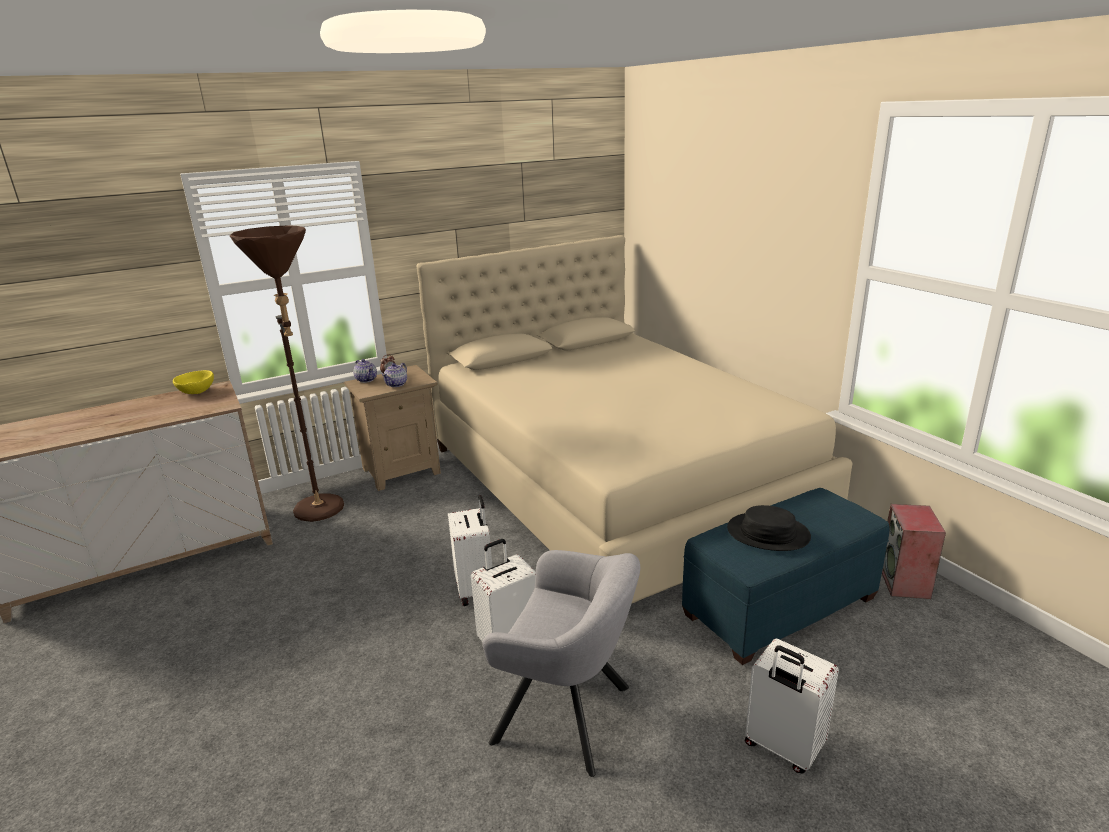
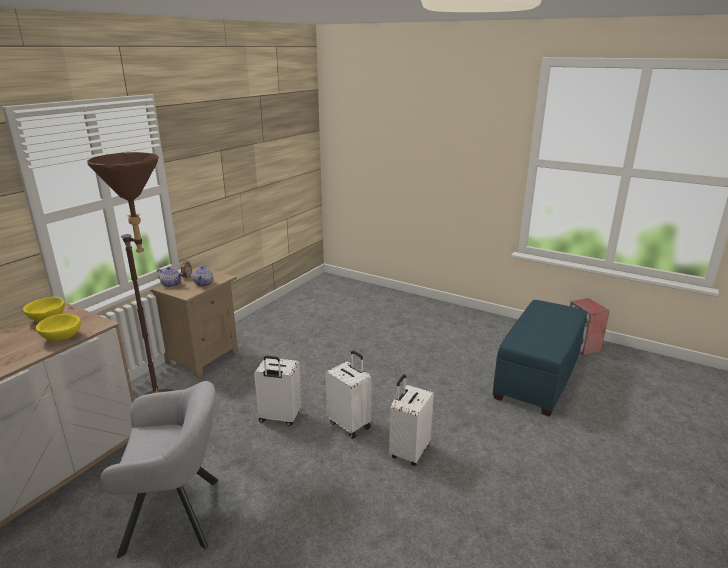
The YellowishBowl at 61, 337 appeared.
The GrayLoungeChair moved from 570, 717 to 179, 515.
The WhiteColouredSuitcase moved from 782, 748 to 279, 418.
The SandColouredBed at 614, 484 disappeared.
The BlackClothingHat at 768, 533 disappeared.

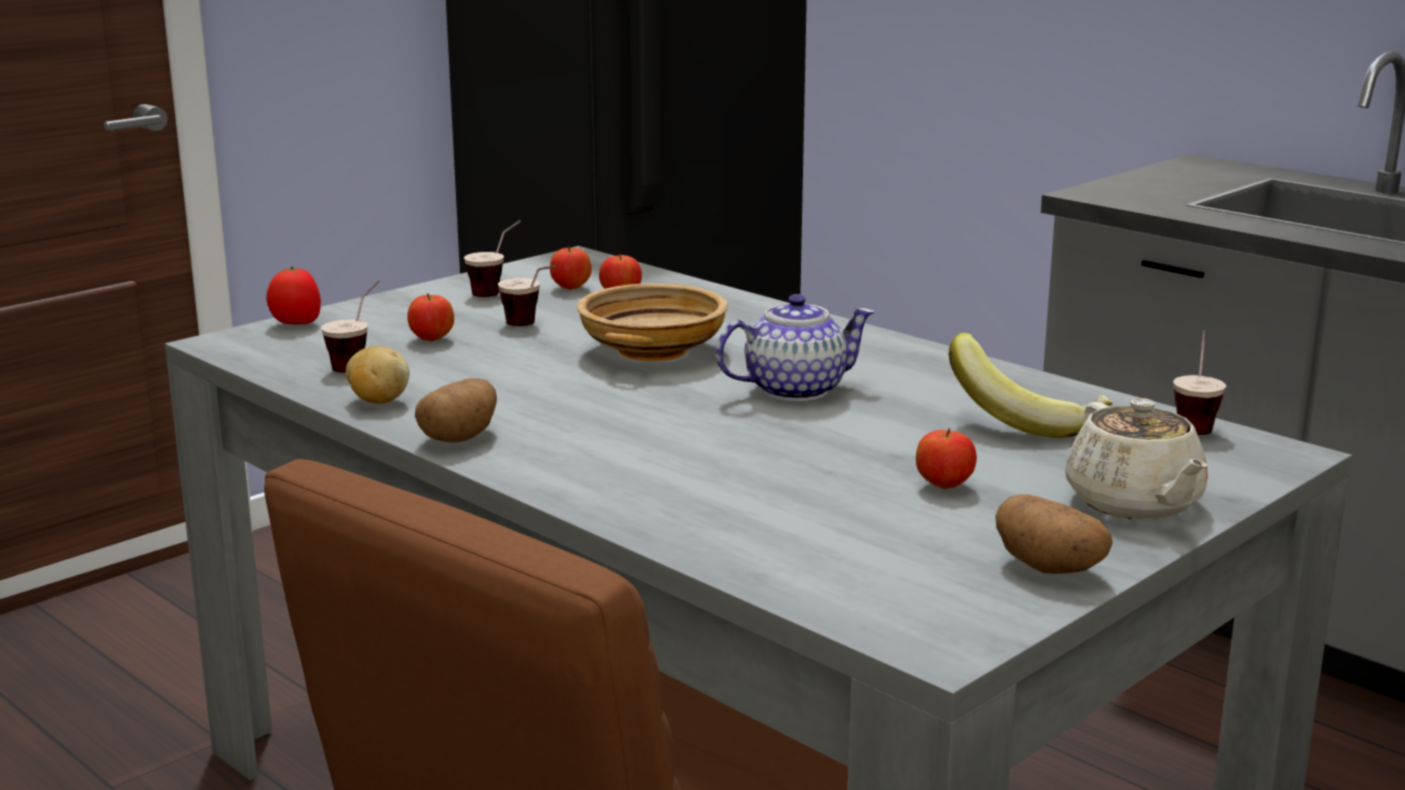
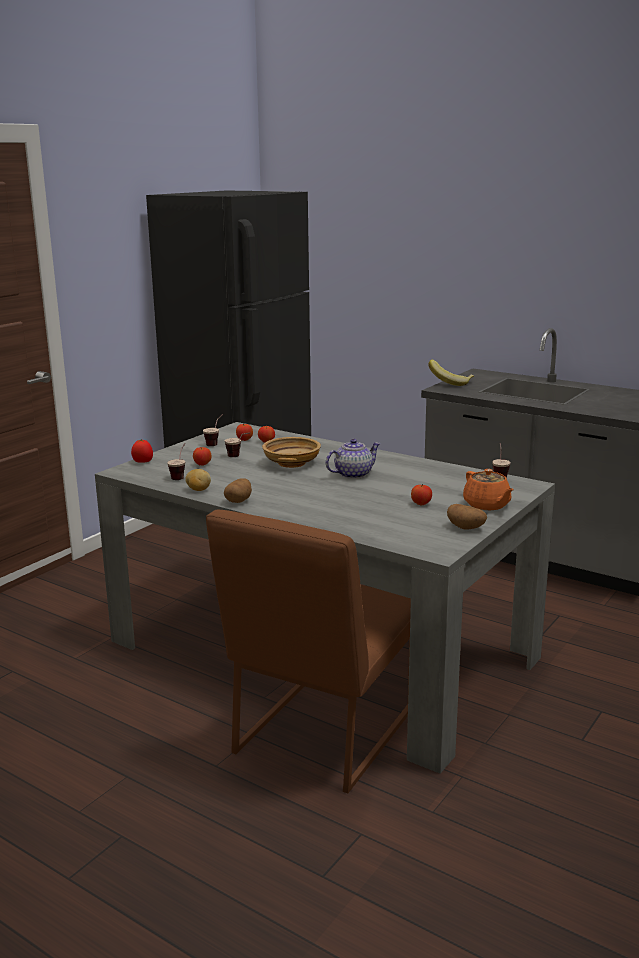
The Banana moved from 1027, 421 to 451, 383.
The SandColouredPotForTea at 1134, 504 became the OrangeColouredPotForTea at 487, 505.

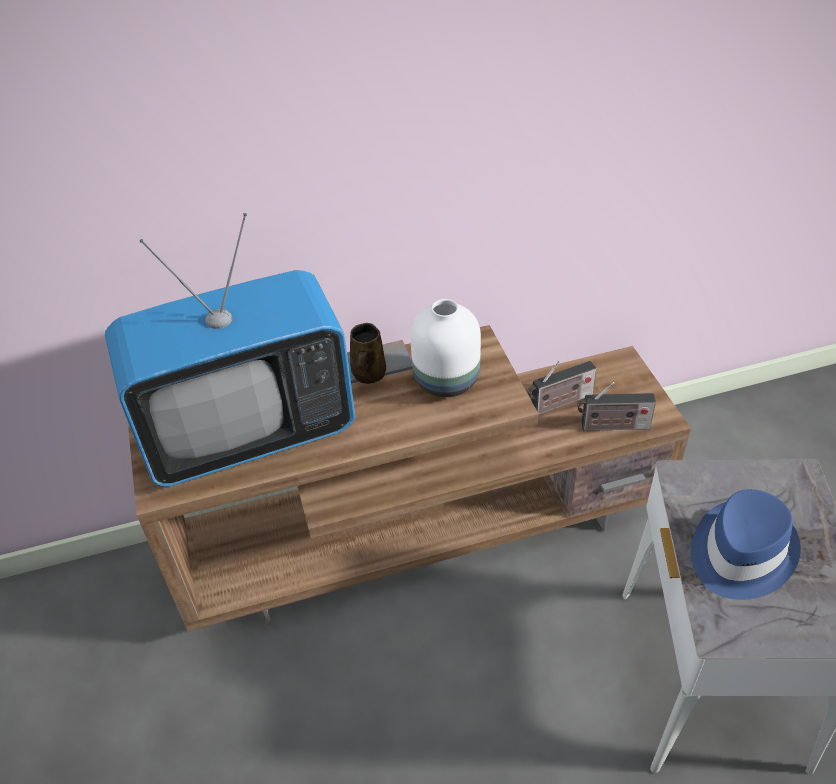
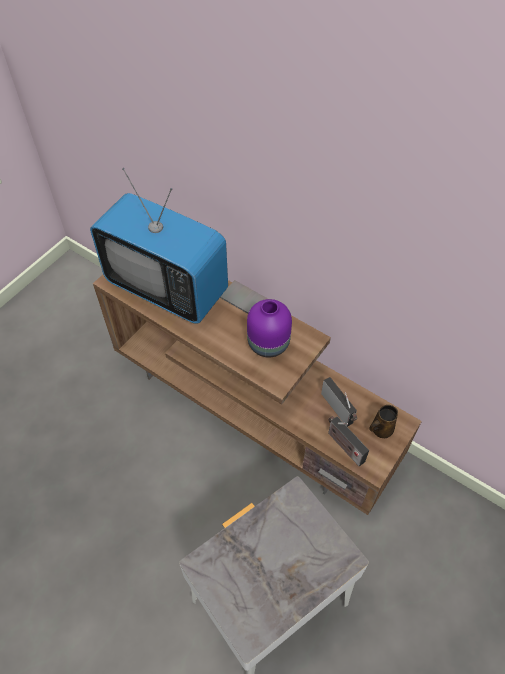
The WhiteColouredDecorativeVase at 446, 381 became the PurplishDecorativeVase at 267, 344.
The Radio at 559, 403 turned 150 degrees counterclockwise.
The BrownishTeaMug moved from 368, 375 to 380, 430.
The BluishClothingHat at 740, 552 disappeared.

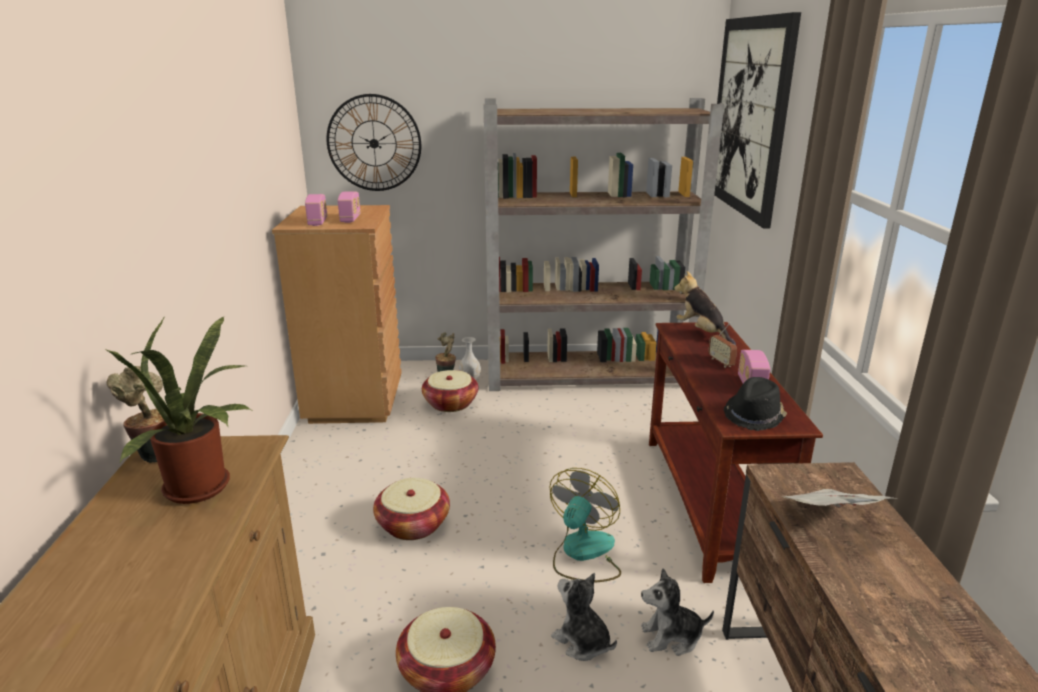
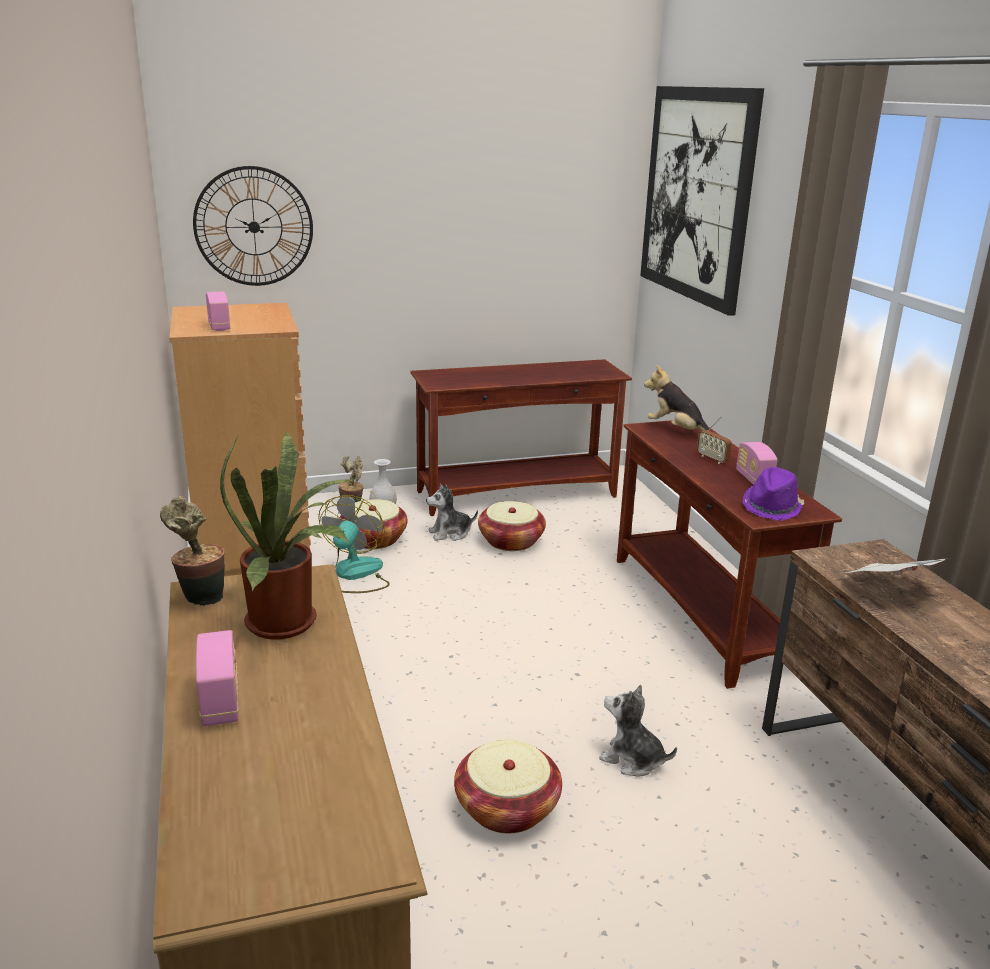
The Radio moved from 350, 219 to 220, 701.
The Fan moved from 583, 554 to 354, 575.
The BrownishBookshelf at 587, 374 was replaced by the BrownishNarrowTable at 517, 493.
The CuddlyToy moved from 671, 637 to 450, 533.
The HouseholdBasket moved from 413, 524 to 511, 541.
The BlackClothingHat at 754, 416 became the PurplishClothingHat at 772, 507.

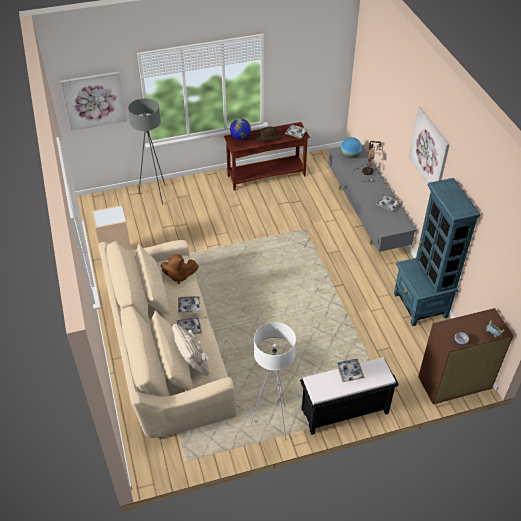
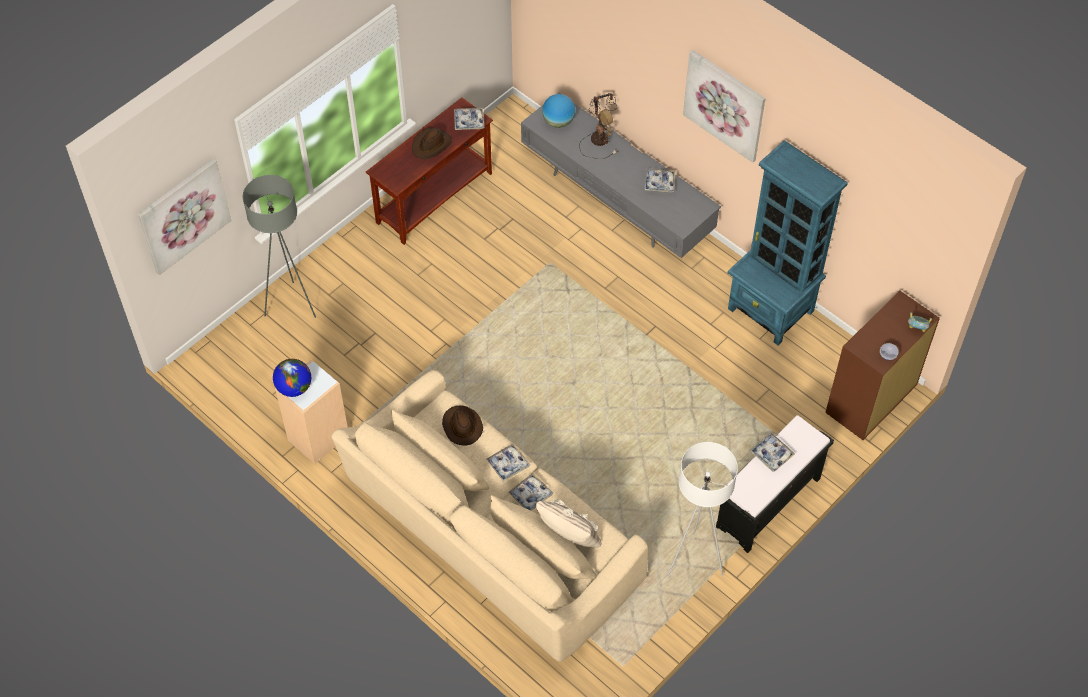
The DeskGlobe moved from 240, 137 to 294, 387.
The BrownishCuddlyToy at 179, 276 was replaced by the BrownishClothingHat at 461, 426.

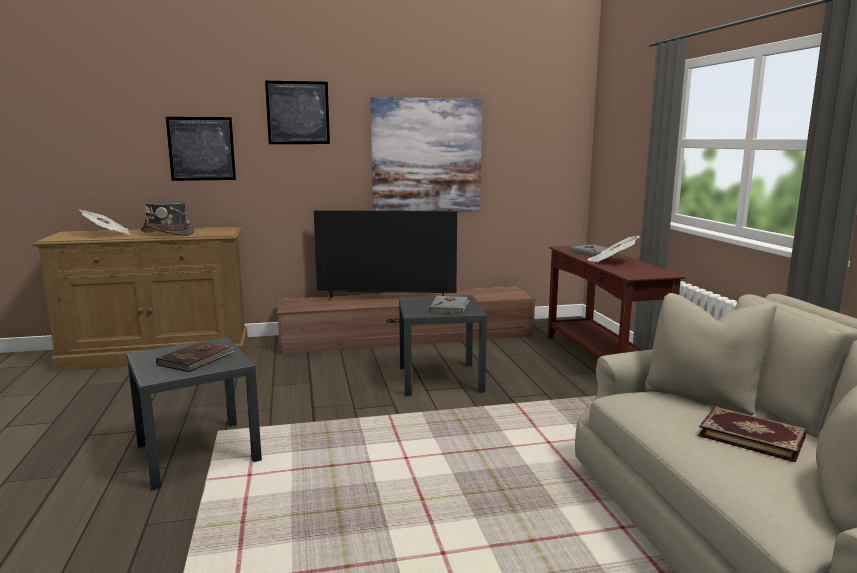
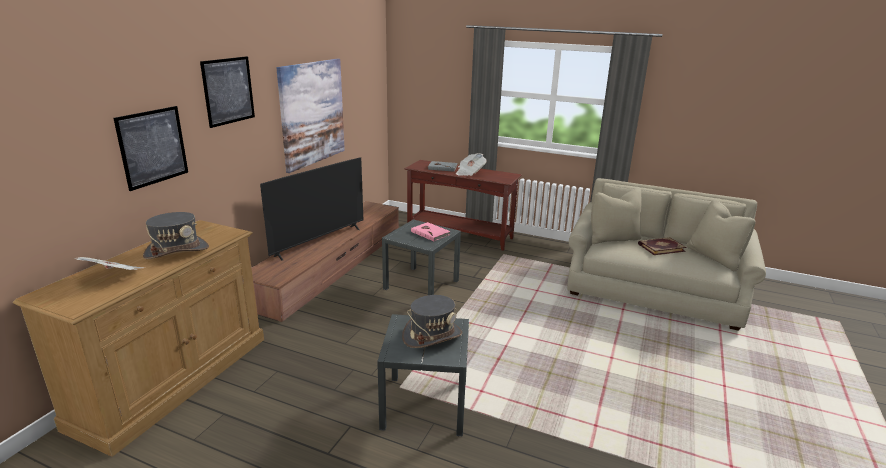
The BrownishBoundBook at 197, 359 was replaced by the GrayClothingHat at 432, 335.
The GrayBoundBook at 450, 307 became the PinkColouredBoundBook at 430, 233.

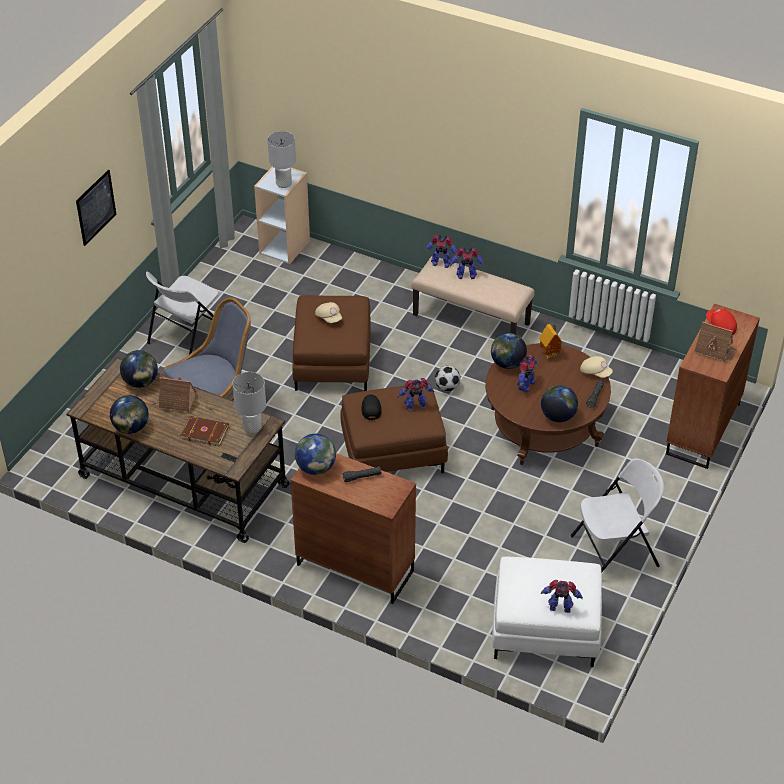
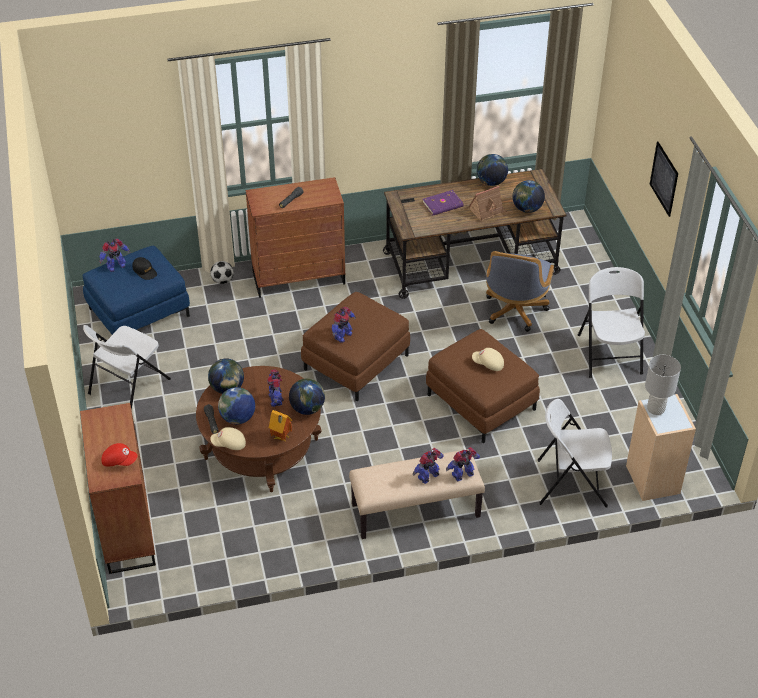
The WhiteColouredFootrest at 545, 629 became the BluishFootrest at 139, 312.
The BlackCap moved from 371, 408 to 145, 271.
The BallForFootball moved from 447, 387 to 222, 281.
The DeskGlobe moved from 316, 468 to 238, 418.
The BrownishBoundBook at 204, 432 became the PurplishBoundBook at 443, 205.
The WhiteColouredUprightChair at 571, 483 appeared.
The GrayTabletopLamp at 252, 429 disappeared.
The ModelHouse at 715, 350 disappeared.

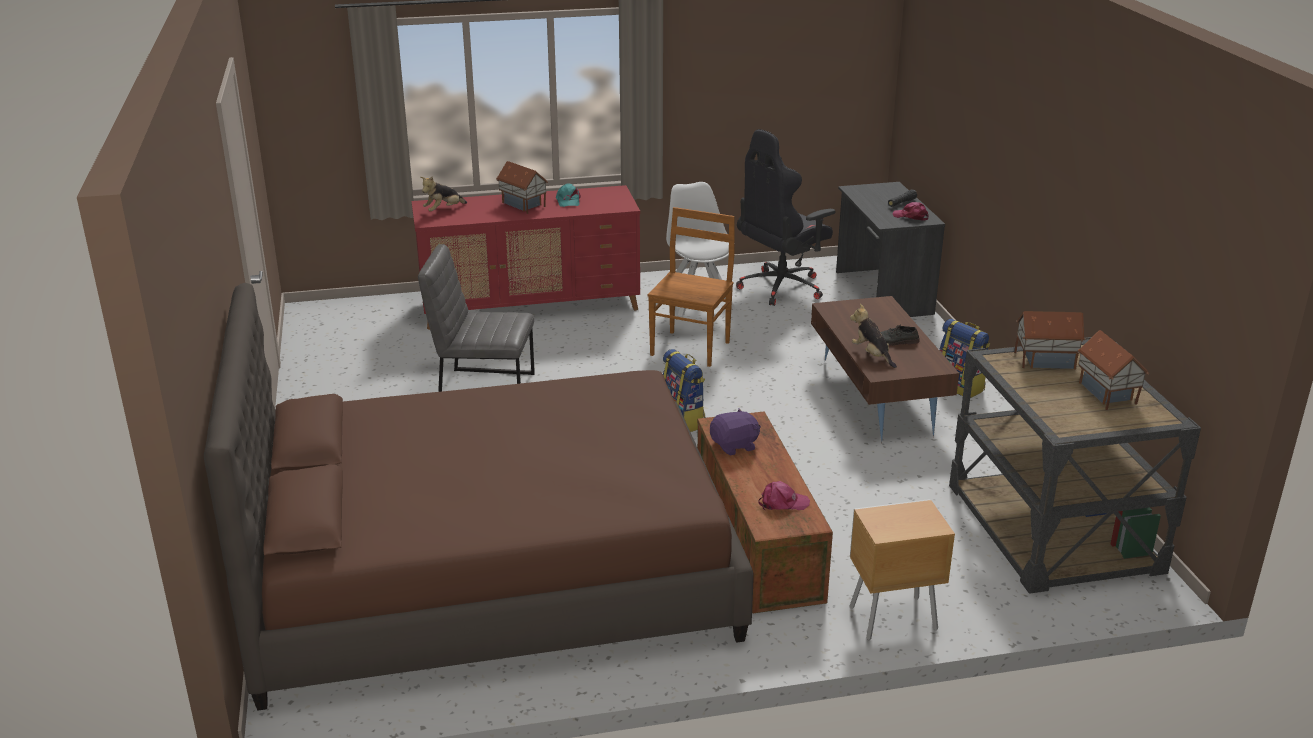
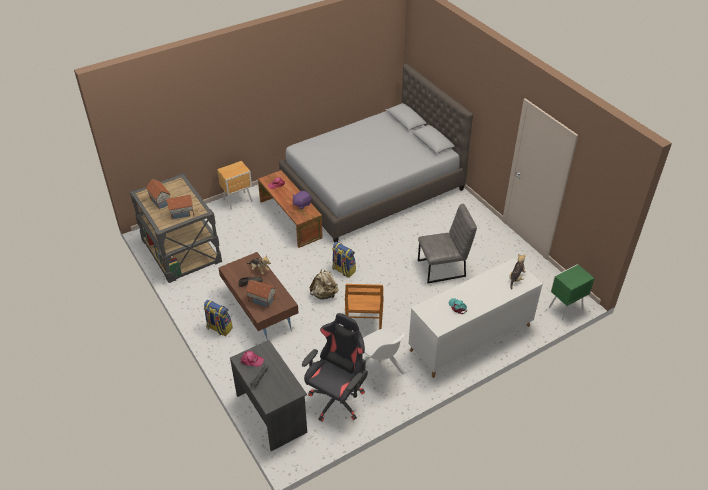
The ModelHouse moved from 522, 205 to 261, 299.
The BrownishBed at 491, 572 became the GrayBed at 372, 186.
The SandColouredRucksack at 324, 294 appeared.
The ReddishDrawerChest at 530, 305 became the WhiteColouredDrawerChest at 470, 338.
The GreenColouredNightTable at 564, 308 appeared.

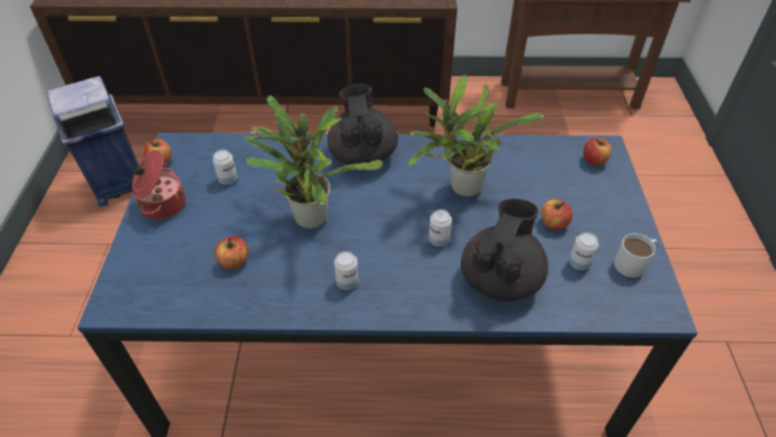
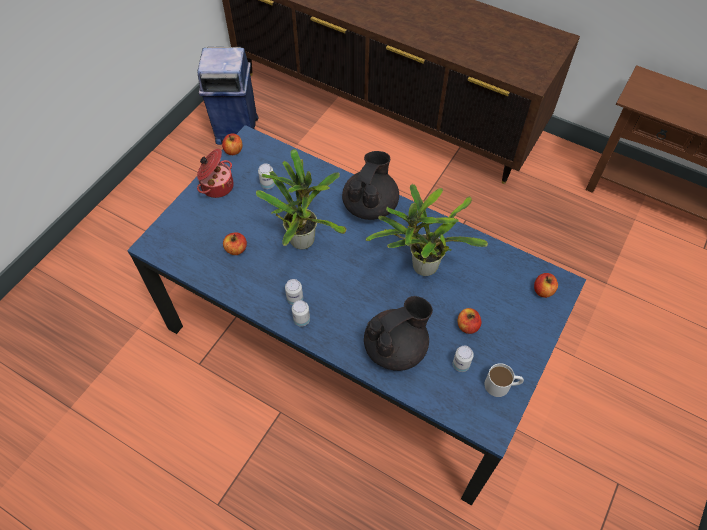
The Can moved from 438, 240 to 301, 320.

